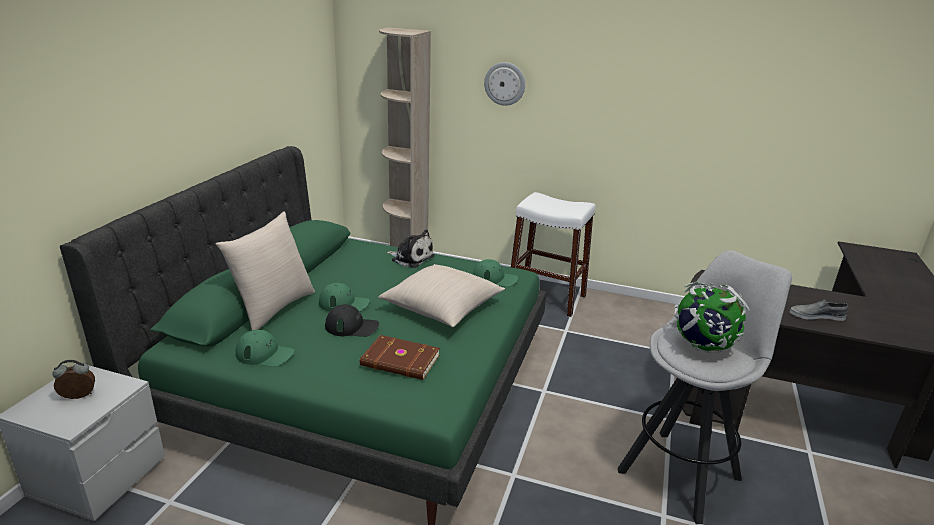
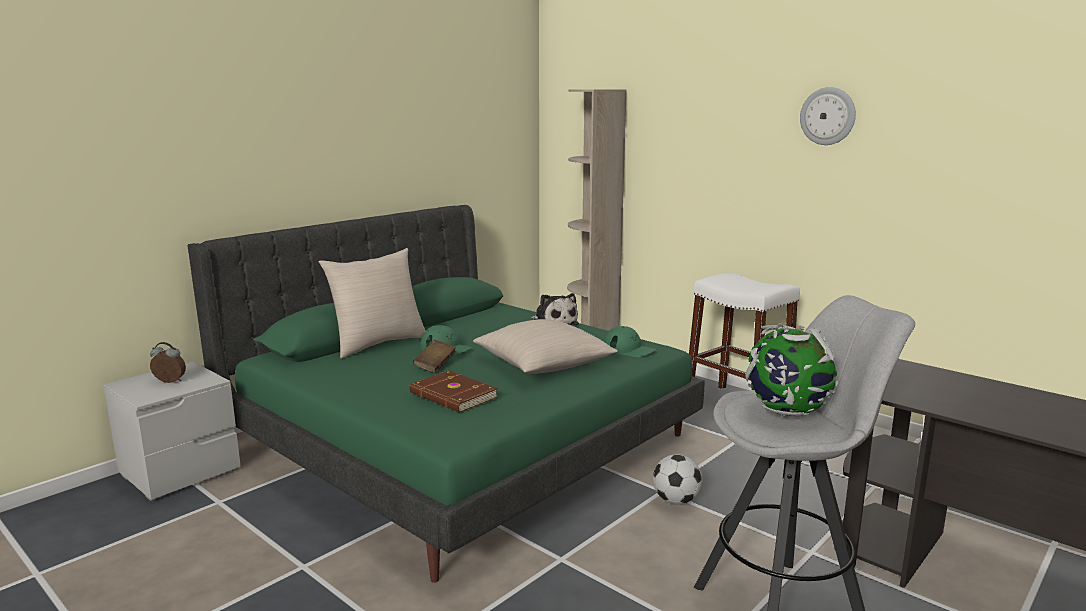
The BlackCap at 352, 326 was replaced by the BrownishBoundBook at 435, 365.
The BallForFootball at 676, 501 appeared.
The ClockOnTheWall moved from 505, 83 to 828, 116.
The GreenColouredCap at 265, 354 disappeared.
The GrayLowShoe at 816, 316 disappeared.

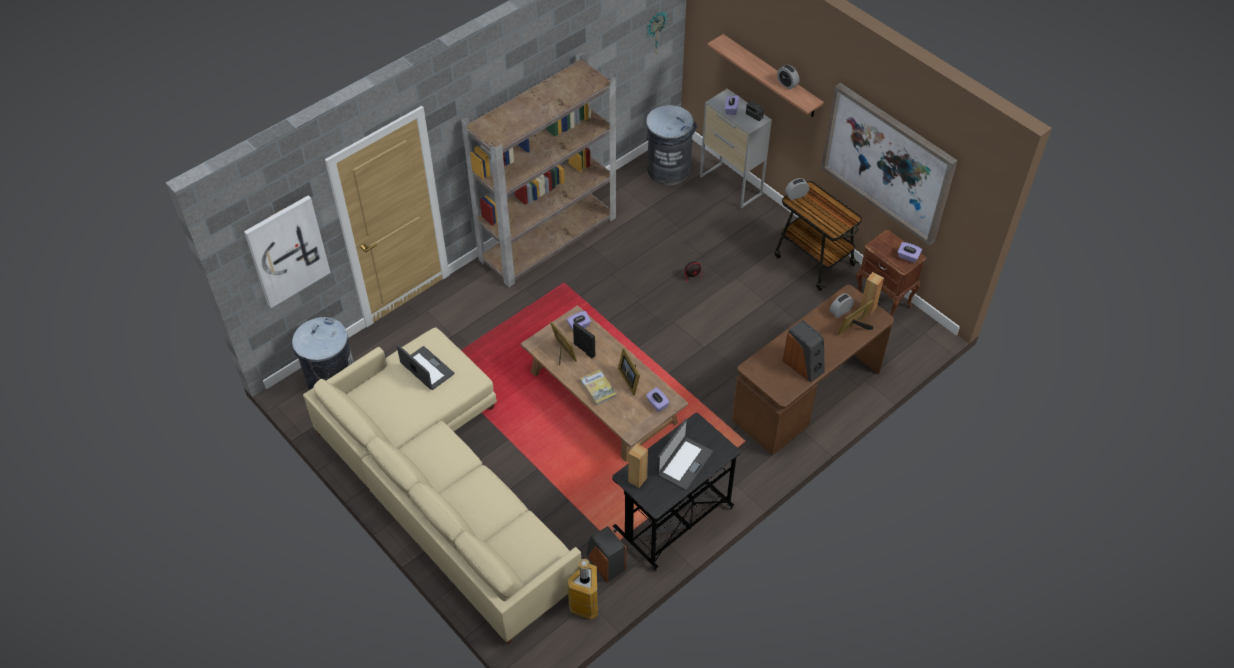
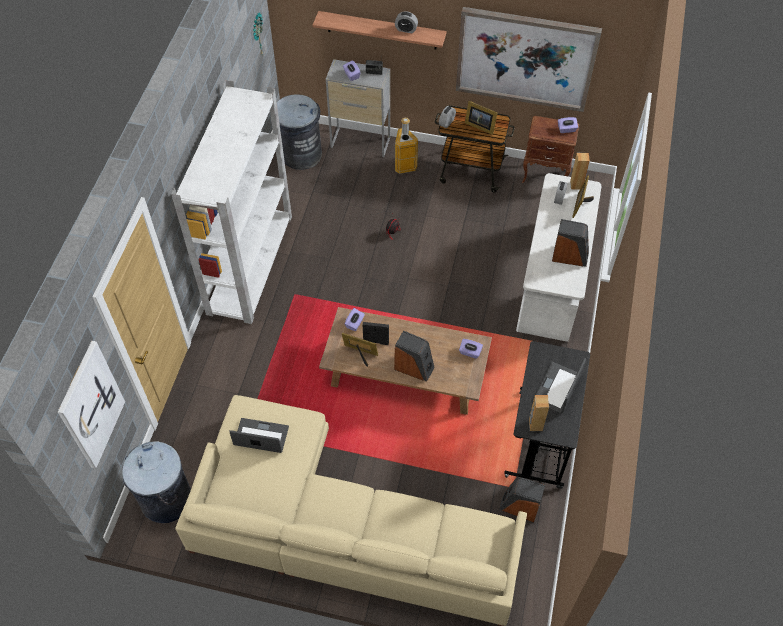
The BrownishBookshelf at 548, 238 became the WhiteColouredBookshelf at 250, 264.
The BoundBook at 598, 388 was replaced by the Speaker at 414, 367.
The TrashCan moved from 586, 604 to 404, 165.
The PhotoFrame moved from 630, 379 to 479, 125.
The BrownishDeskTable at 807, 395 became the WhiteColouredDeskTable at 553, 279.
The NotebookComputer at 684, 463 turned 150 degrees counterclockwise.

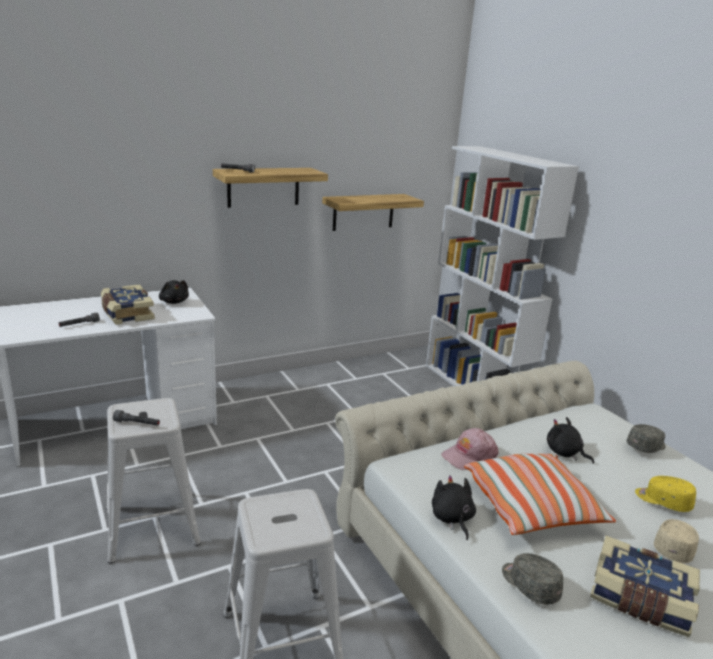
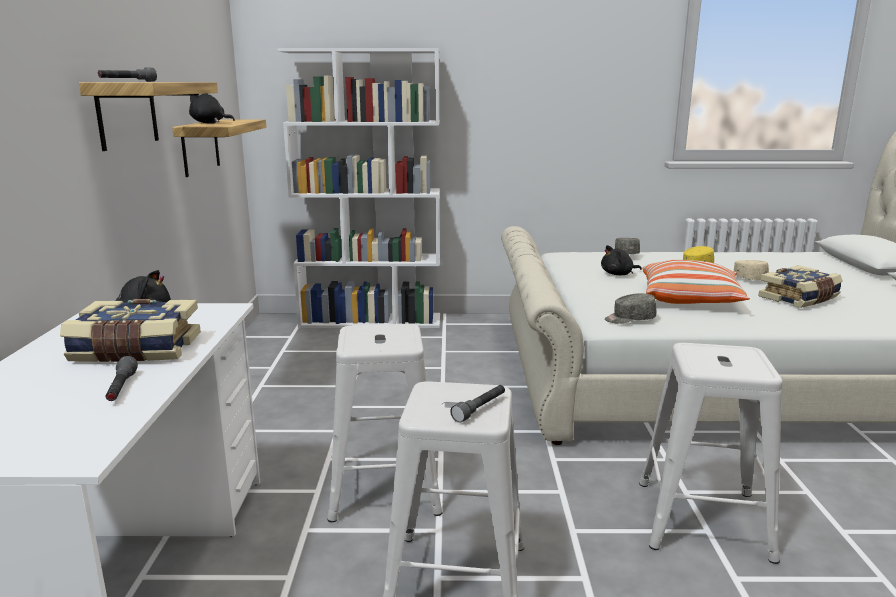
The BlackCuddlyToy moved from 452, 519 to 209, 123.
The WhiteColouredSittingStool at 384, 487 appeared.
The GrayCap moved from 529, 585 to 629, 319.
The PinkColouredCap at 469, 455 disappeared.

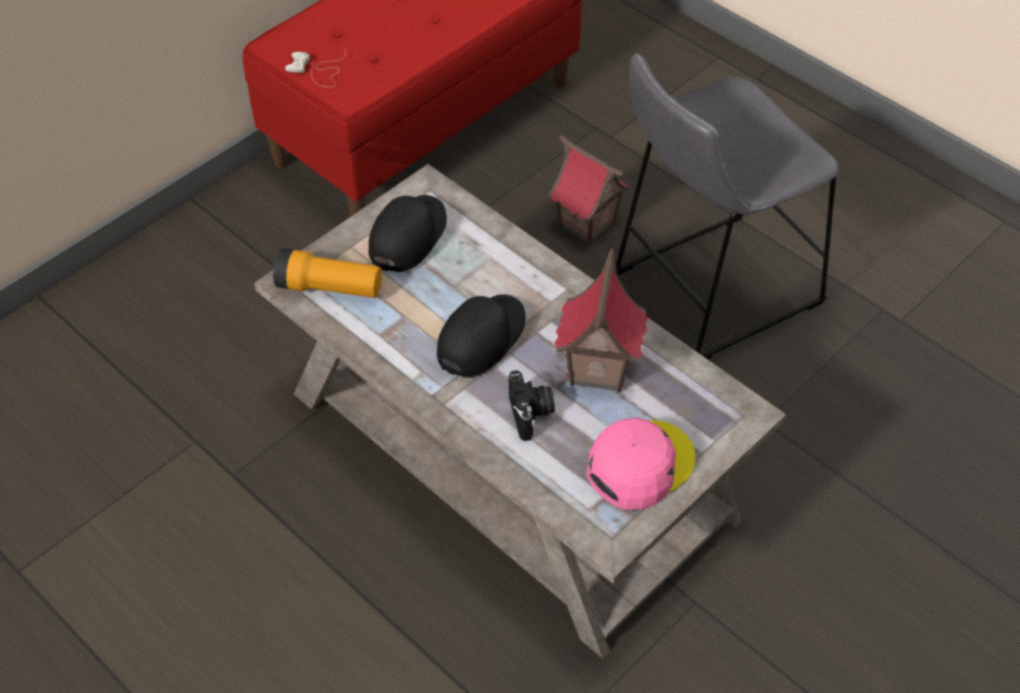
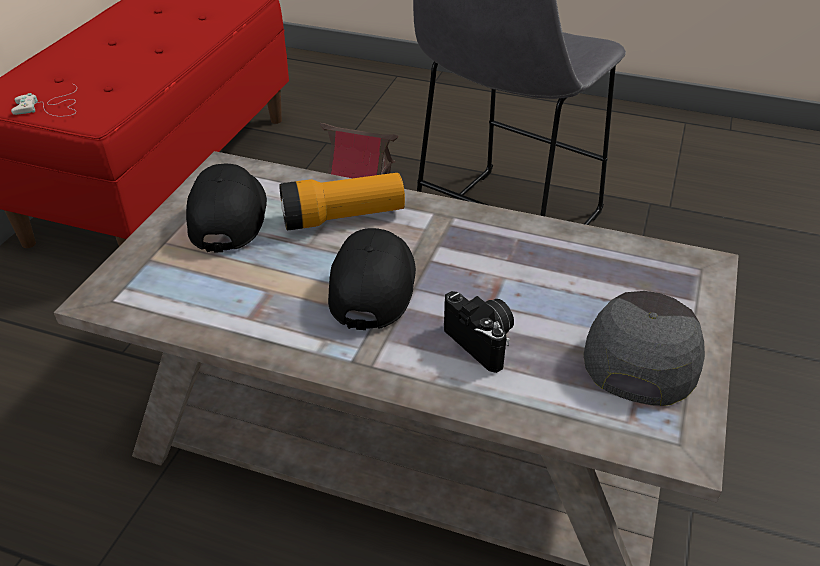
The Flashlight moved from 329, 288 to 343, 218.
The PinkColouredCap at 639, 465 became the GrayCap at 642, 352.
The ModelHouse at 597, 369 disappeared.

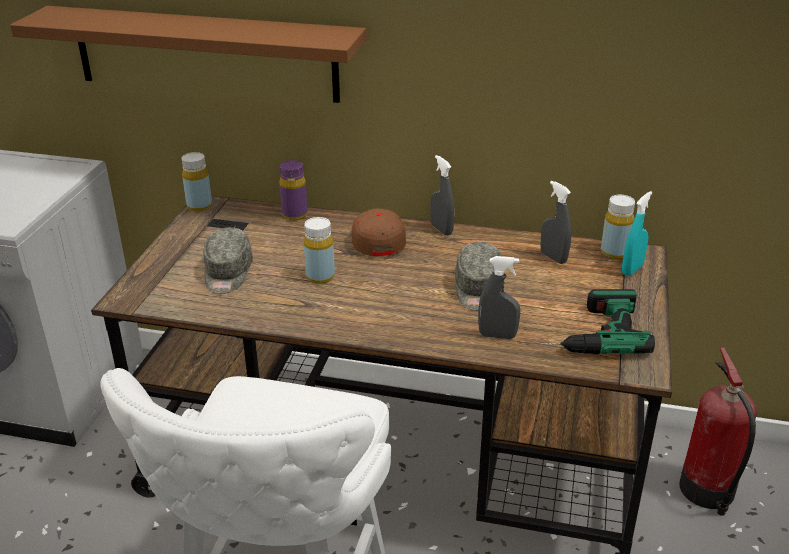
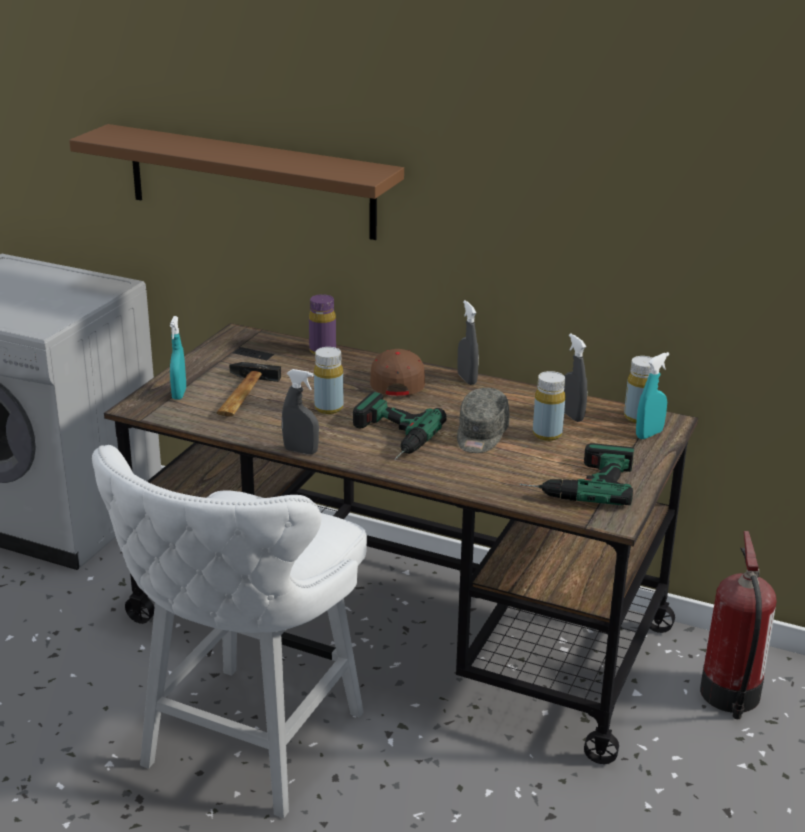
The TurquoiseColouredSprayer at 179, 394 appeared.
The GrayCap at 227, 273 was replaced by the HandHammer at 240, 396.
The GraySprayer moved from 497, 335 to 300, 451.
The ElectricDrill at 388, 438 appeared.
The YellowishBottle moved from 199, 206 to 547, 434.

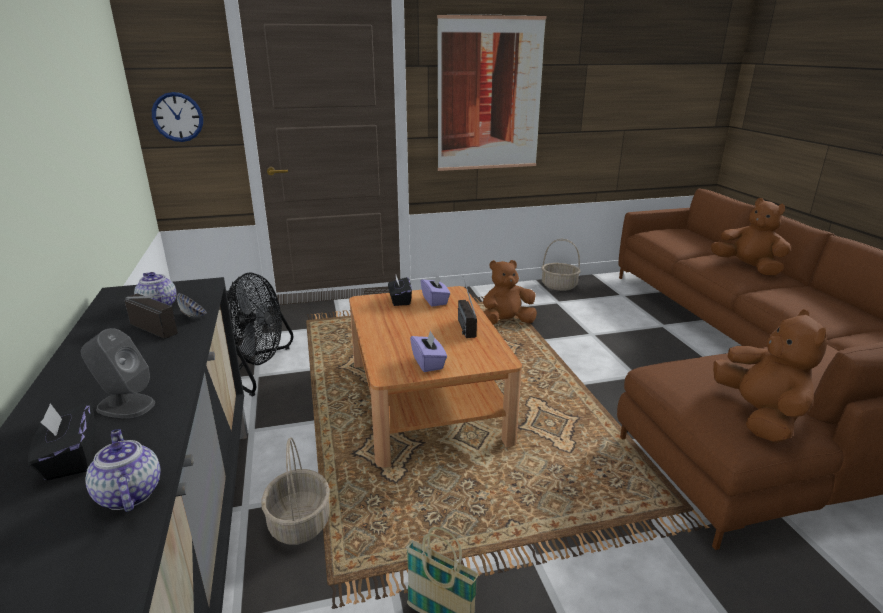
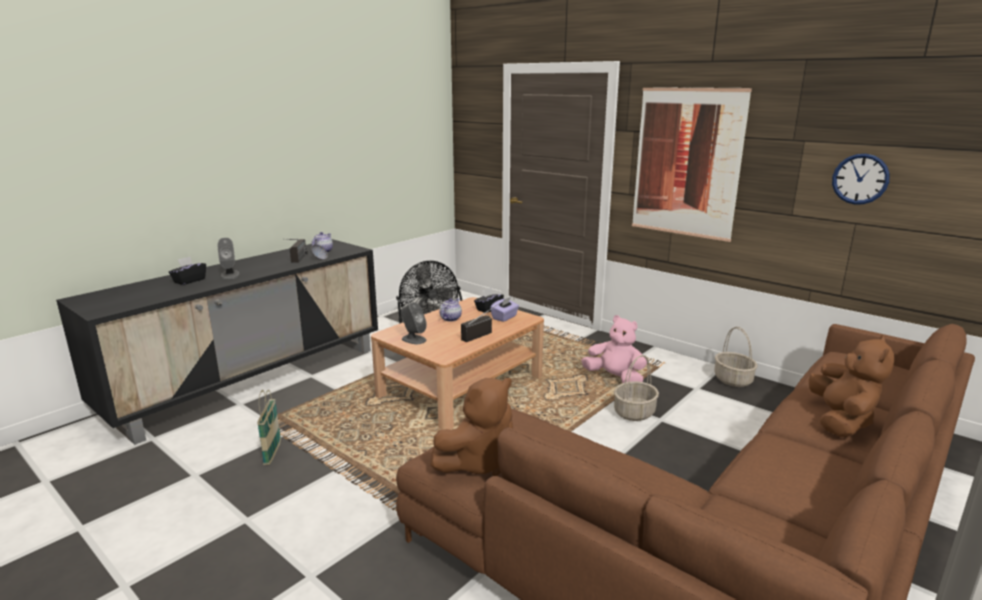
The PurplishTissueBox at 428, 363 was replaced by the GraySpeaker at 413, 339.
The PotForTea moved from 128, 494 to 450, 318.
The BrownishCuddlyToy at 506, 323 became the PinkColouredCuddlyToy at 615, 378.
The HouseholdBasket moved from 300, 523 to 634, 413.
The ClockOnTheWall moved from 177, 117 to 860, 179.

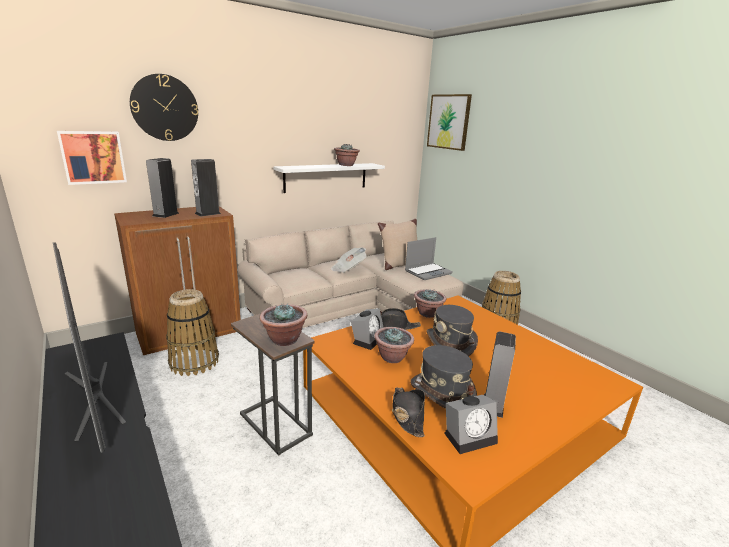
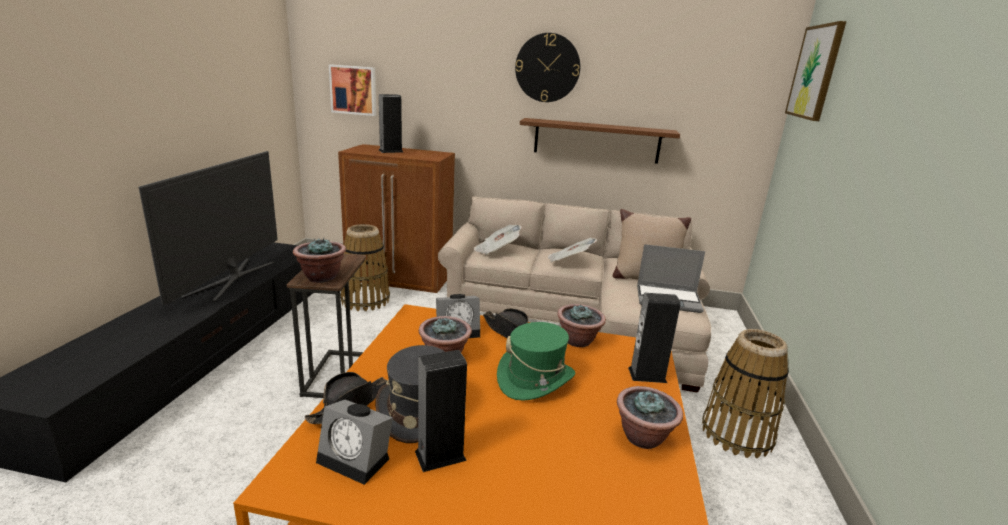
The PrintedPaper at 496, 251 appeared.
The GrayClothingHat at 450, 343 became the GreenColouredClothingHat at 535, 379.
The ClockOnTheWall moved from 165, 108 to 547, 68.
The WhiteColouredShelf at 326, 177 became the BrownishShelf at 596, 141.
The Houseplant moved from 346, 165 to 643, 437.
The Speaker moved from 208, 213 to 647, 375.

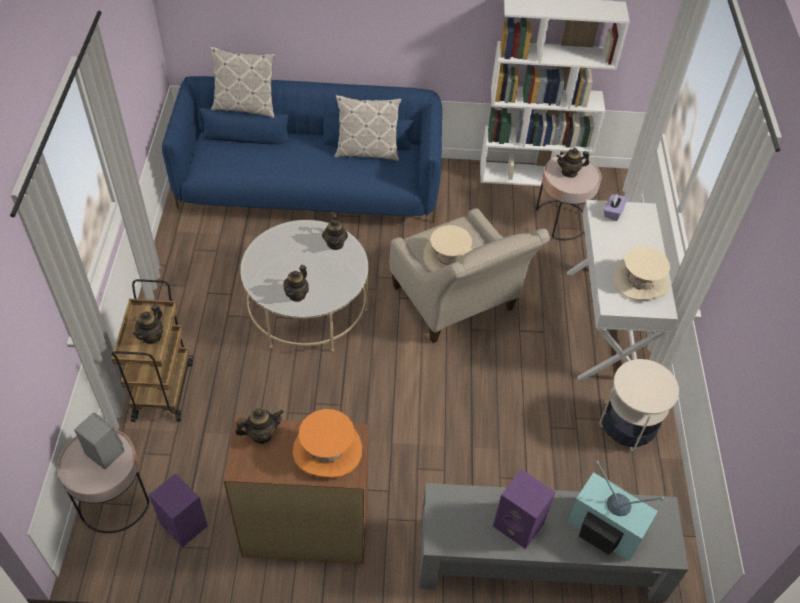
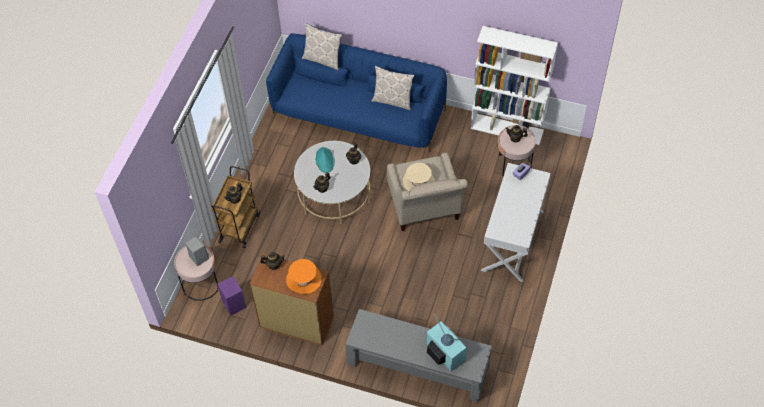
The TurquoiseColouredClothingHat at 324, 160 appeared.
The PurplishSpeaker at 519, 525 disappeared.
The SandColouredSideTable at 627, 428 disappeared.
The SandColouredClothingHat at 640, 281 disappeared.

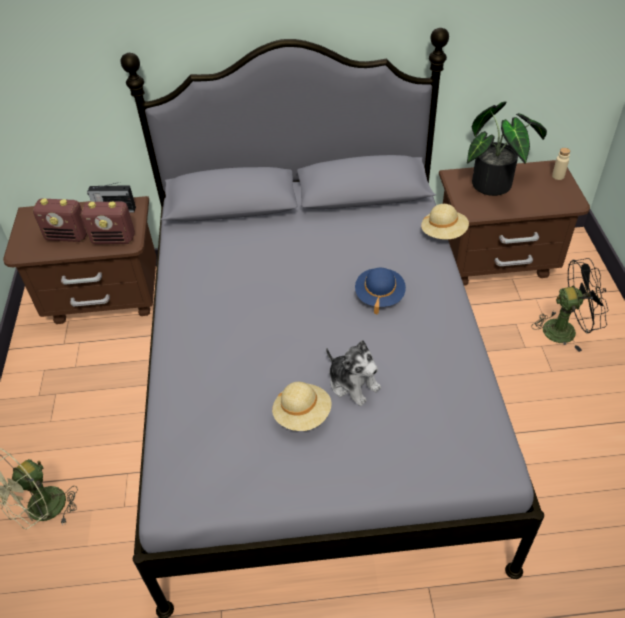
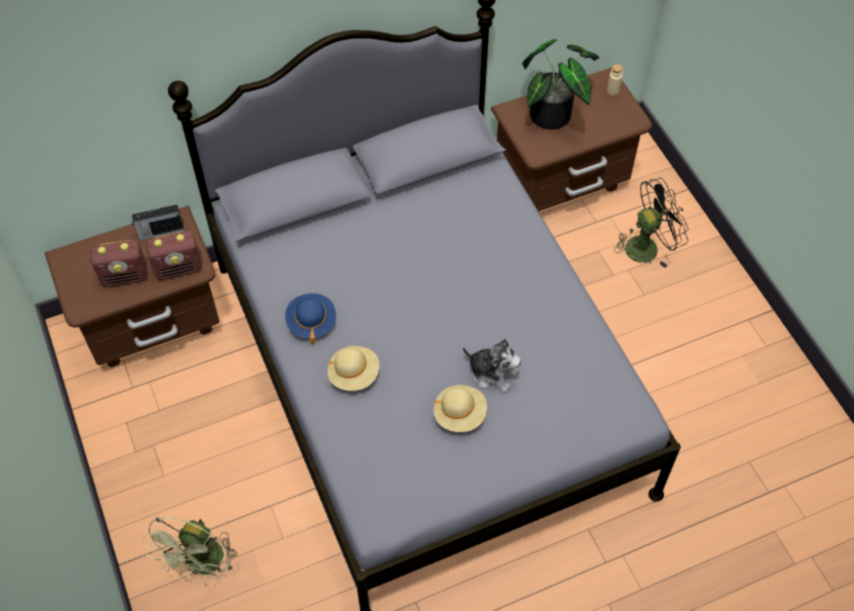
The BluishClothingHat moved from 379, 296 to 311, 322.
The SandColouredClothingHat moved from 443, 233 to 354, 374.

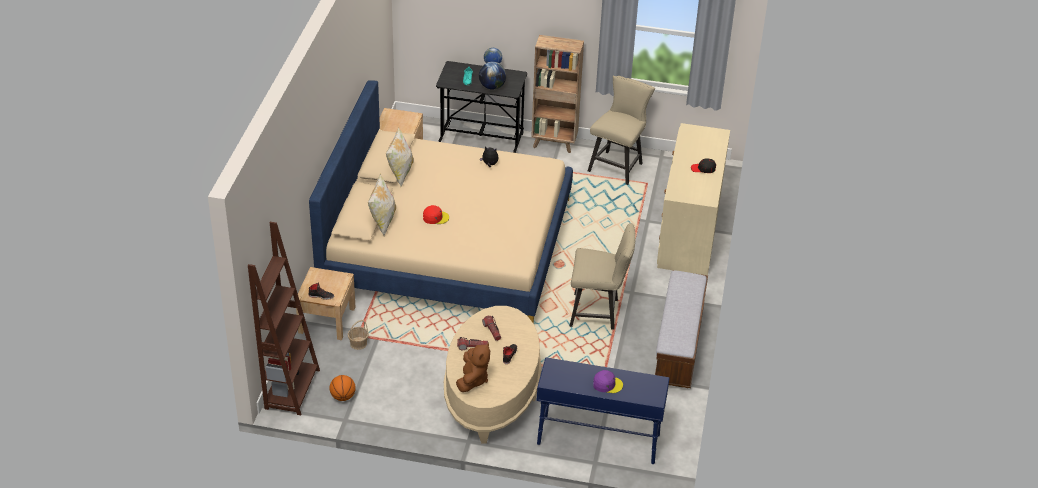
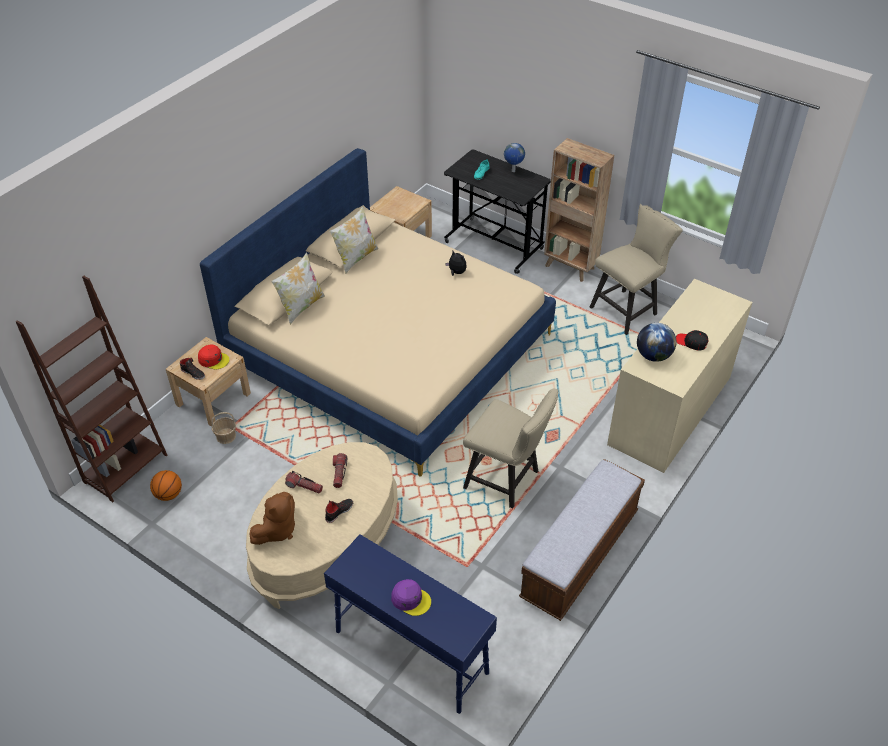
The ReddishCap moved from 435, 217 to 213, 359.
The DeskGlobe moved from 492, 87 to 653, 356.

